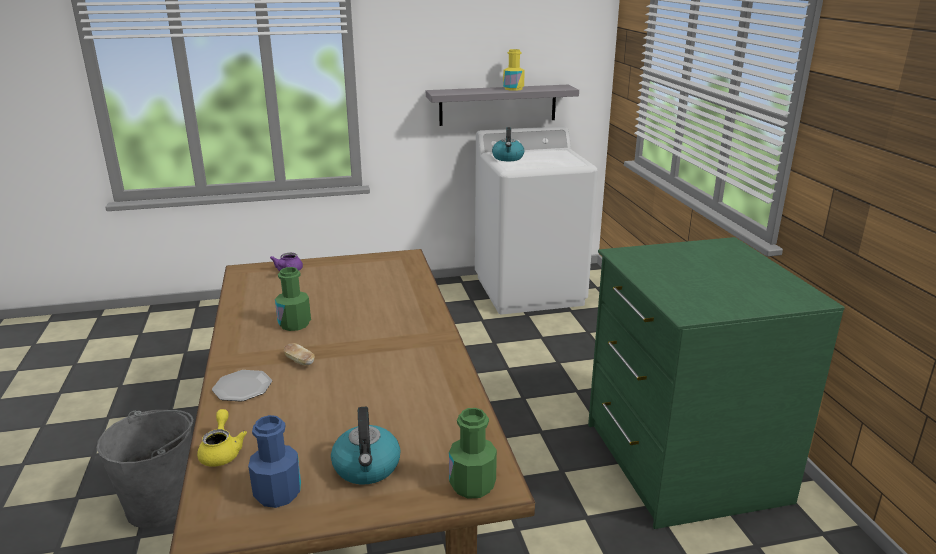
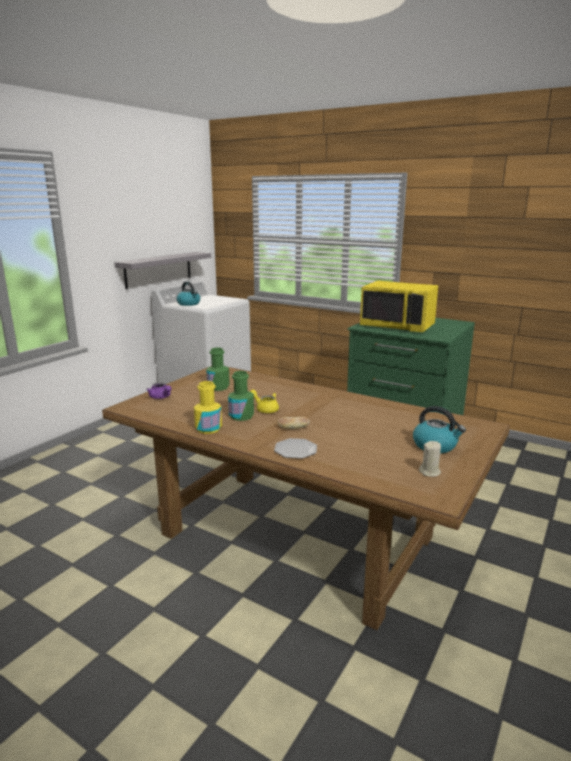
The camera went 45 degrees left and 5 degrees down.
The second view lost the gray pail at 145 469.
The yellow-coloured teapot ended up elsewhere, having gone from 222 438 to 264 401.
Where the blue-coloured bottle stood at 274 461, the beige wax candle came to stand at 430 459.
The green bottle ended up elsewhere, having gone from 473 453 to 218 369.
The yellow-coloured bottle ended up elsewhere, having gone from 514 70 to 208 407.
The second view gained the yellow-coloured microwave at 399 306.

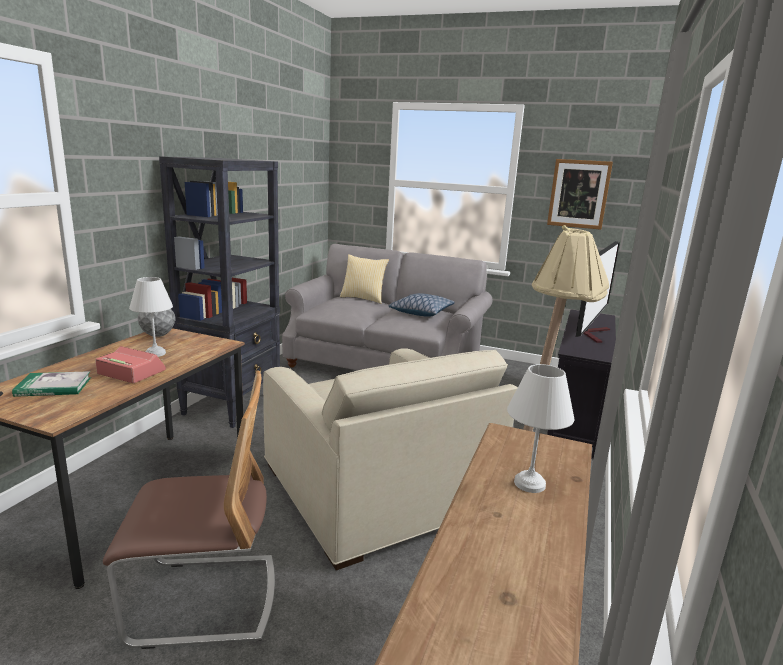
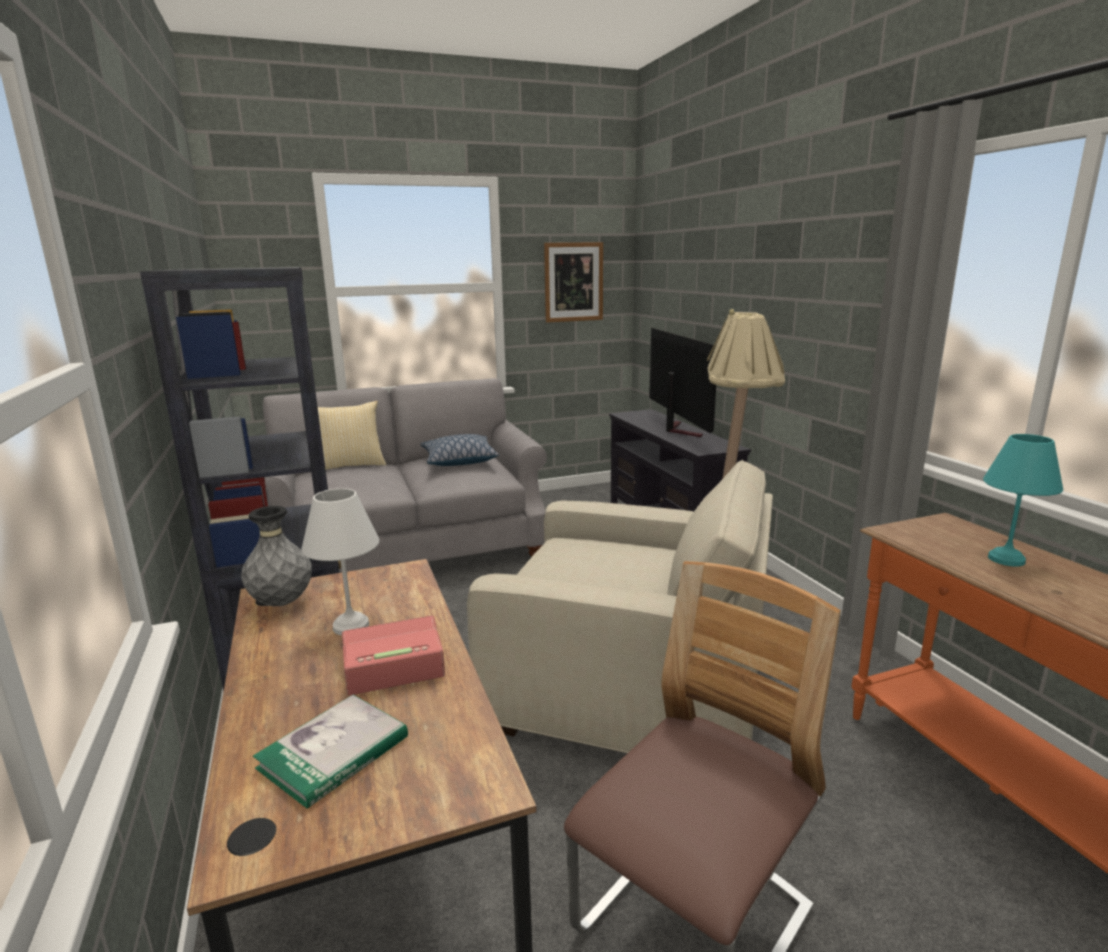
The camera went 40 degrees left and 0 degrees up.
What was the white table lamp at 540 428 turned into the blue-green table lamp at 1023 500.

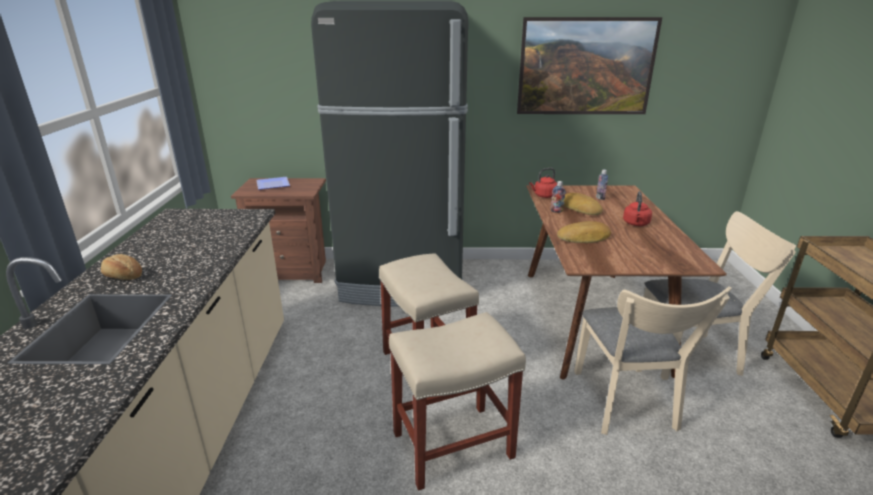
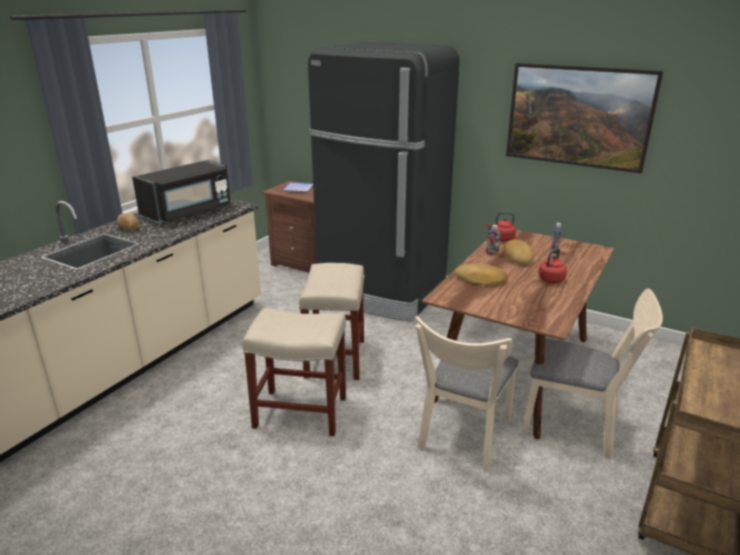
The camera went 30 degrees right and 0 degrees up.
The second view gained the black microwave at 181 191.

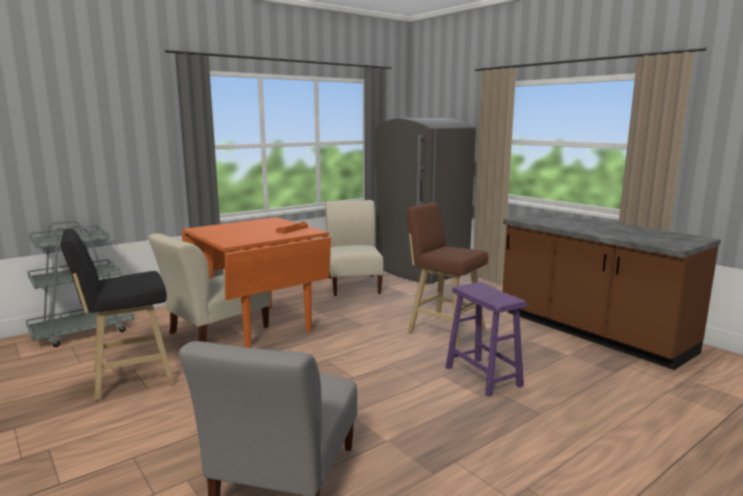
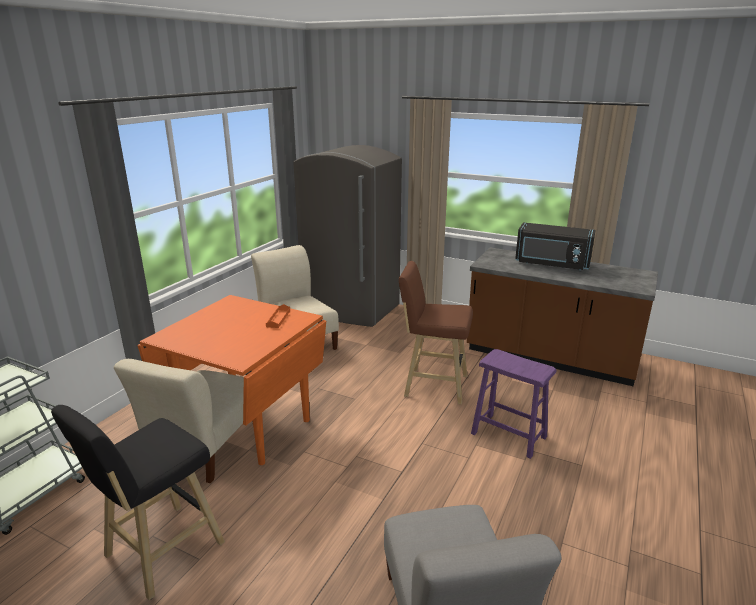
The camera went 25 degrees left and 10 degrees up.
The second view gained the black microwave at 555 246.

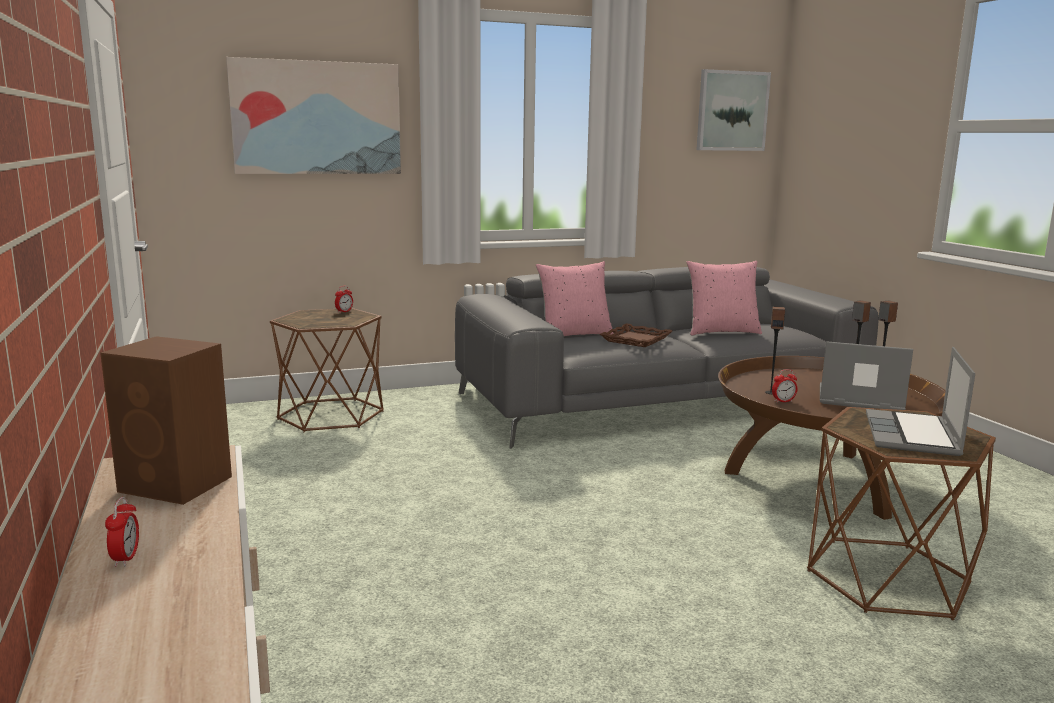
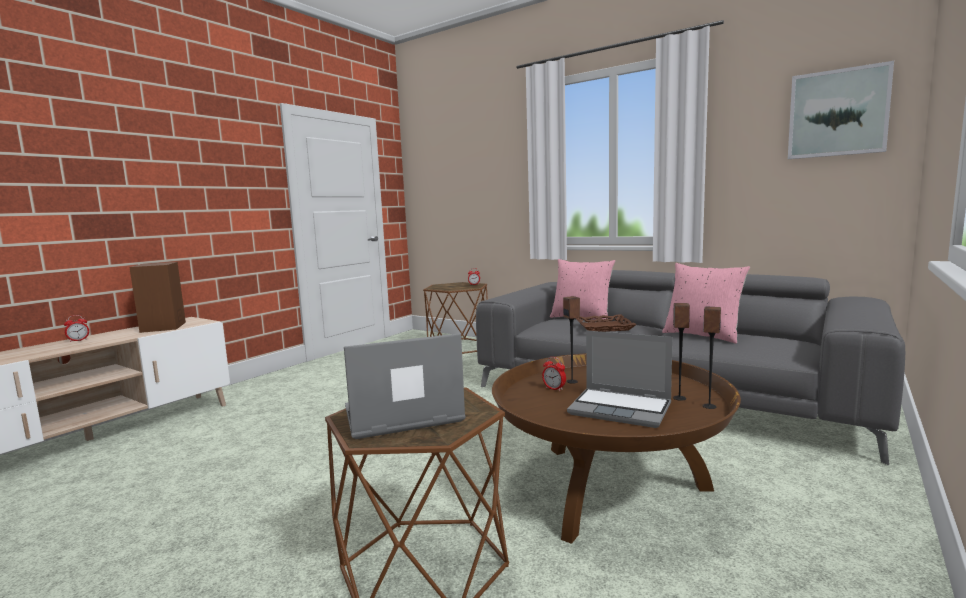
The camera went 55 degrees right and 5 degrees down.
The second view lost the wall picture at 313 115.
The portable computer at 866 375 ended up facing another way, 135 degrees clockwise from before.

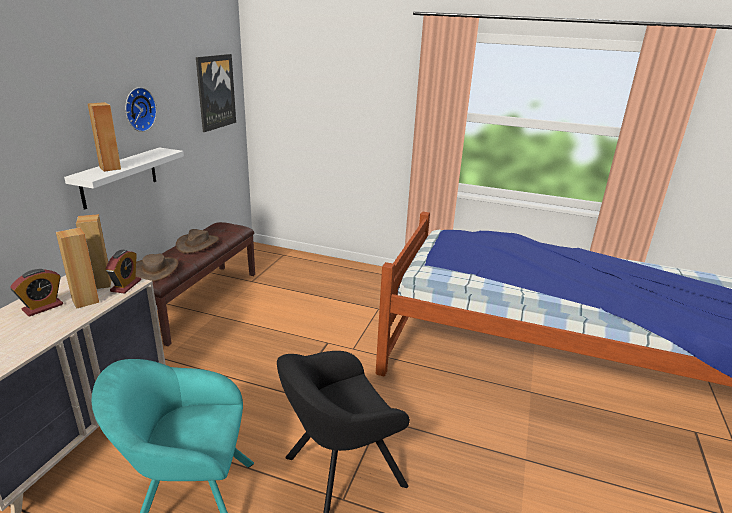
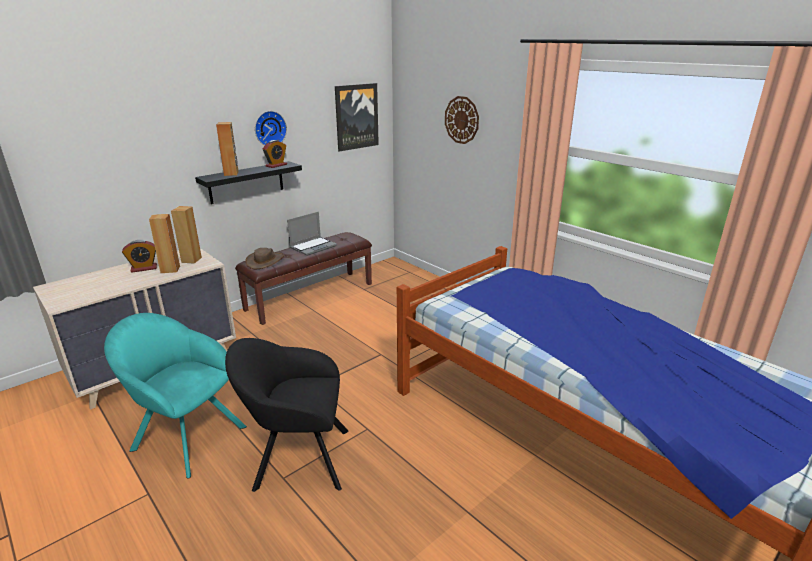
The camera went 30 degrees right and 0 degrees up.
What was the white bracket shelf at 124 178 turned into the black bracket shelf at 248 182.
The table clock ended up elsewhere, having gone from 123 272 to 275 154.
Where the brown wearable hat stood at 197 241, the portable computer came to stand at 312 234.
The second view gained the wall clock at 462 120.

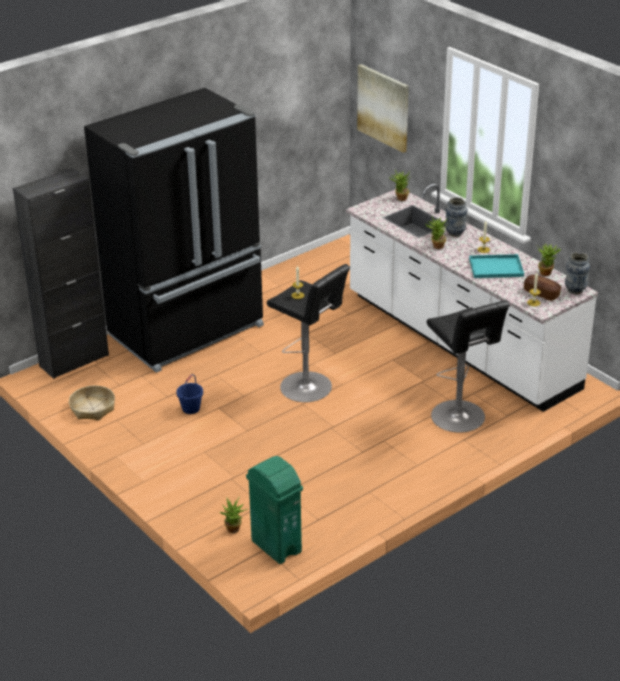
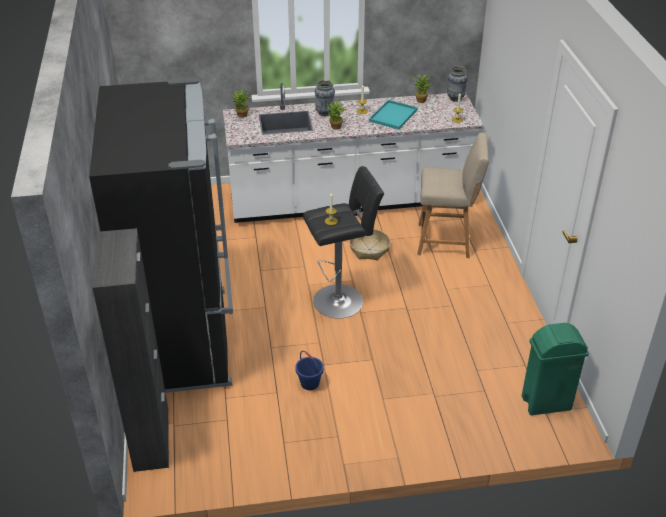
The camera went 60 degrees left and 5 degrees up.
The storage basket ended up elsewhere, having gone from 92 403 to 369 244.
The second view lost the houseplant at 234 514.
The second view lost the wall picture at 383 108.
Where the black stool seat stood at 468 366, the beige chair came to stand at 453 195.
The second view lost the bakery bread at 542 288.

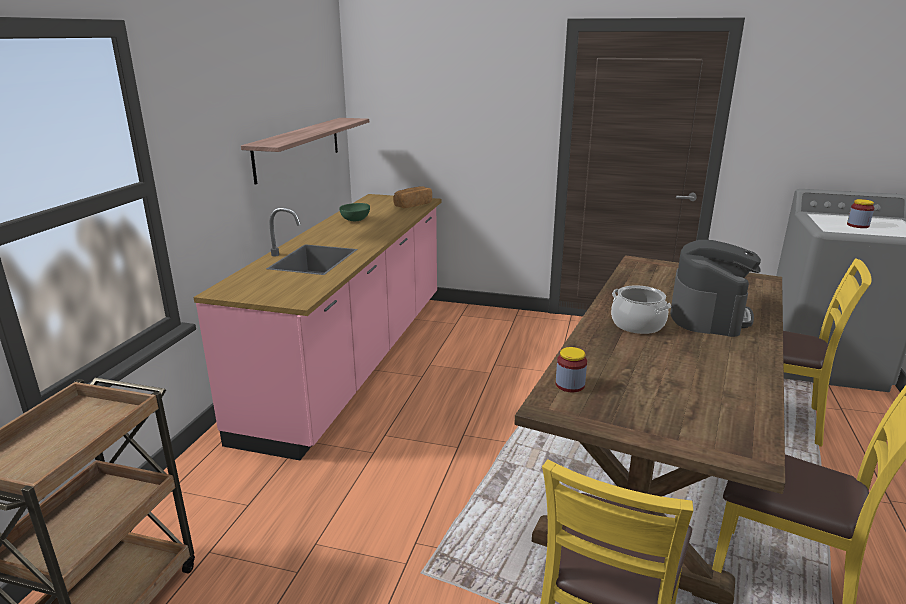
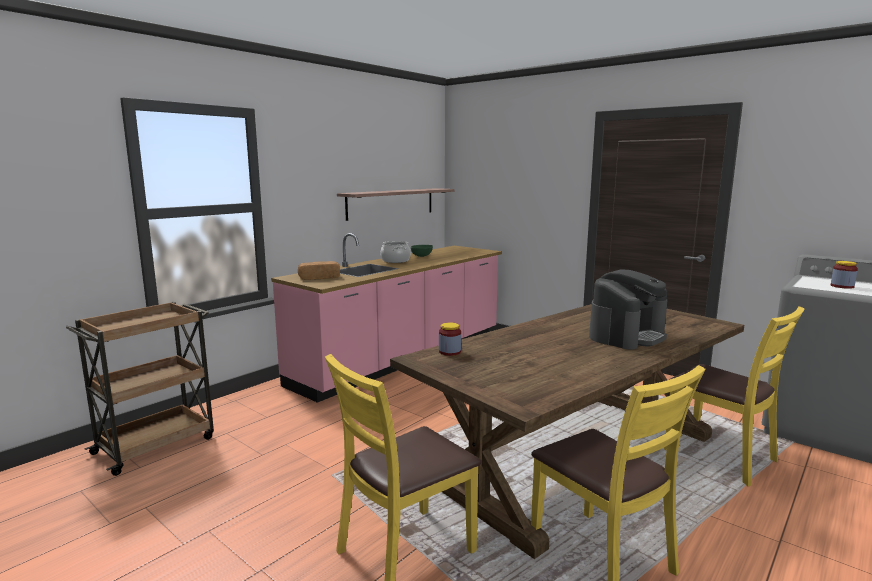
The camera went 25 degrees right and 10 degrees down.
The bakery bread ended up elsewhere, having gone from 412 197 to 319 270.
The saucepot ended up elsewhere, having gone from 641 309 to 395 252.

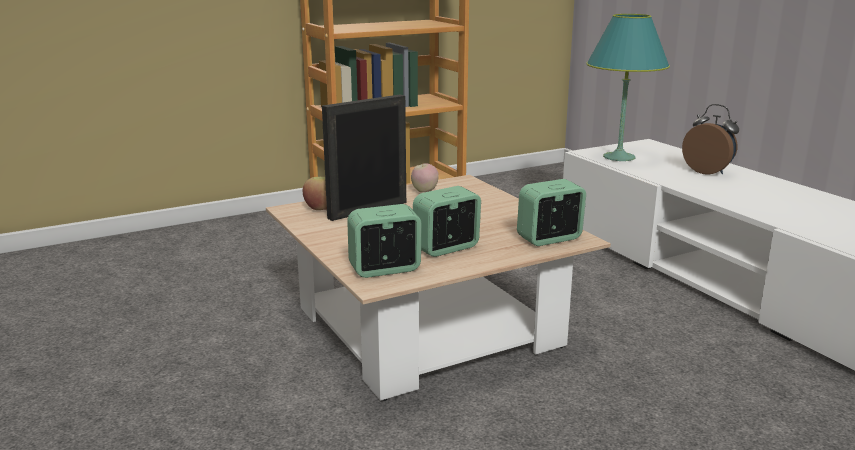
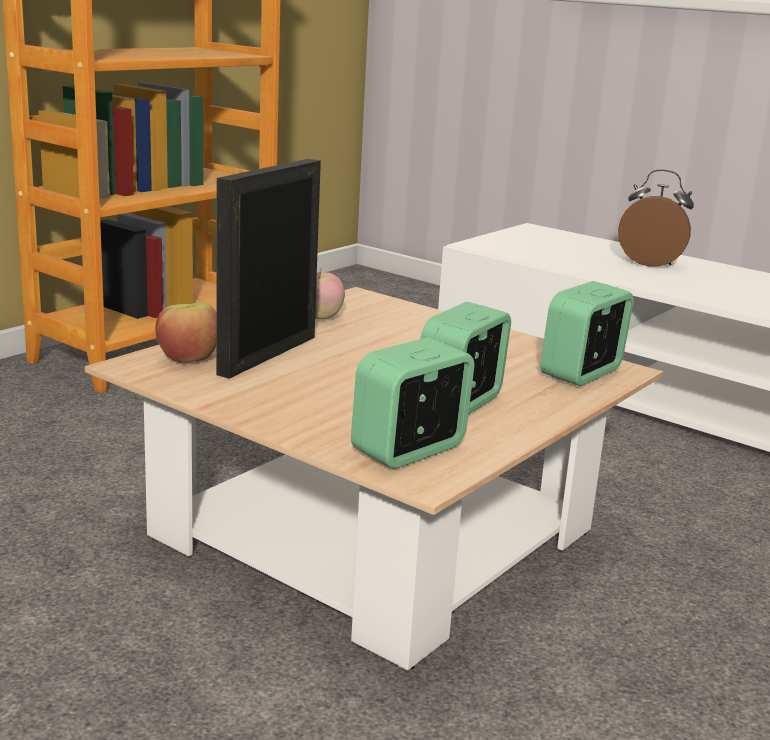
The camera went 25 degrees left and 0 degrees up.
The second view lost the blue-green table lamp at 628 87.

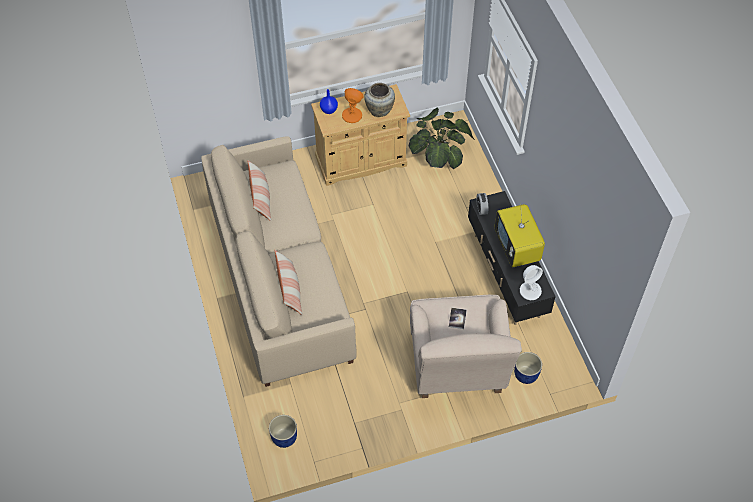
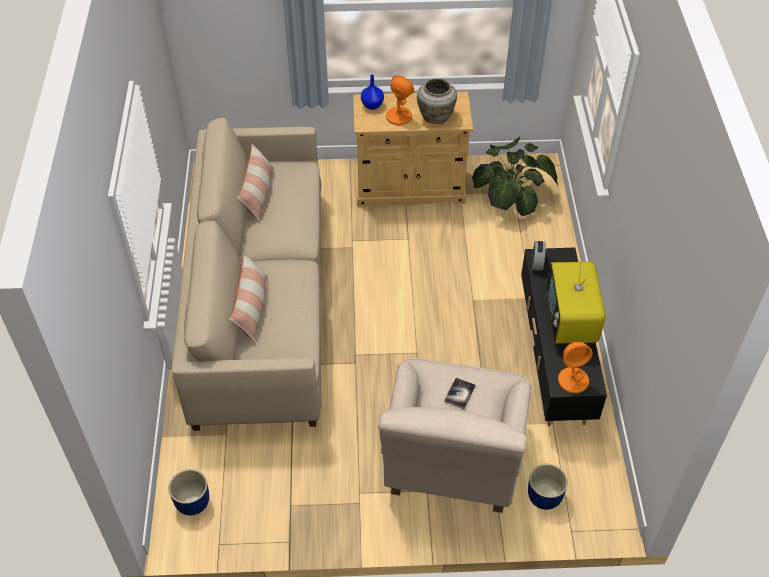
The camera went 15 degrees right and 5 degrees down.
What was the white table lamp at 531 282 turned into the orange-coloured table lamp at 575 368.

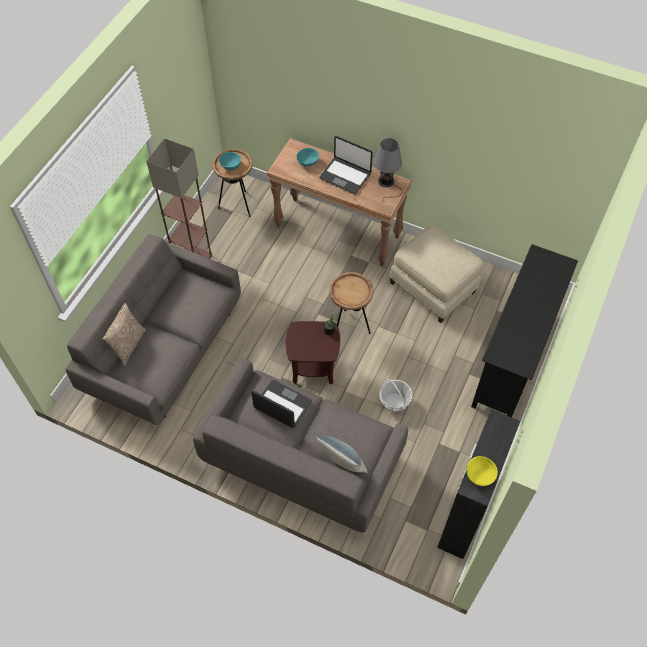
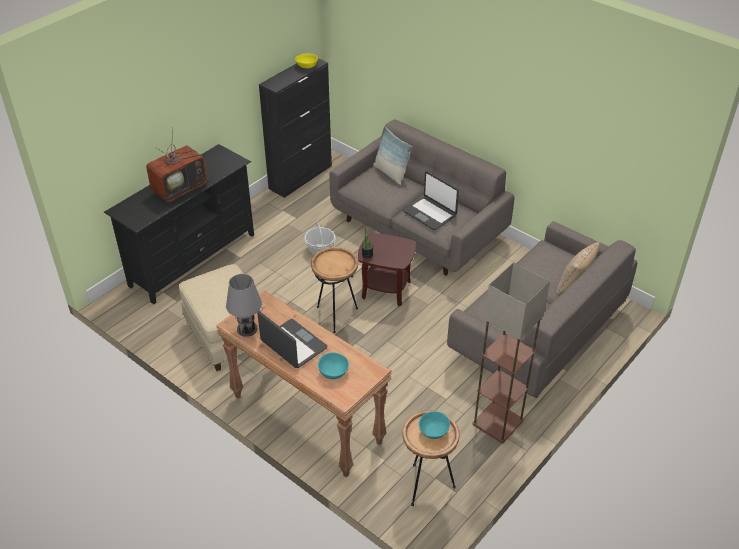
The camera went 165 degrees left and 15 degrees down.
The second view gained the TV set at 177 164.

